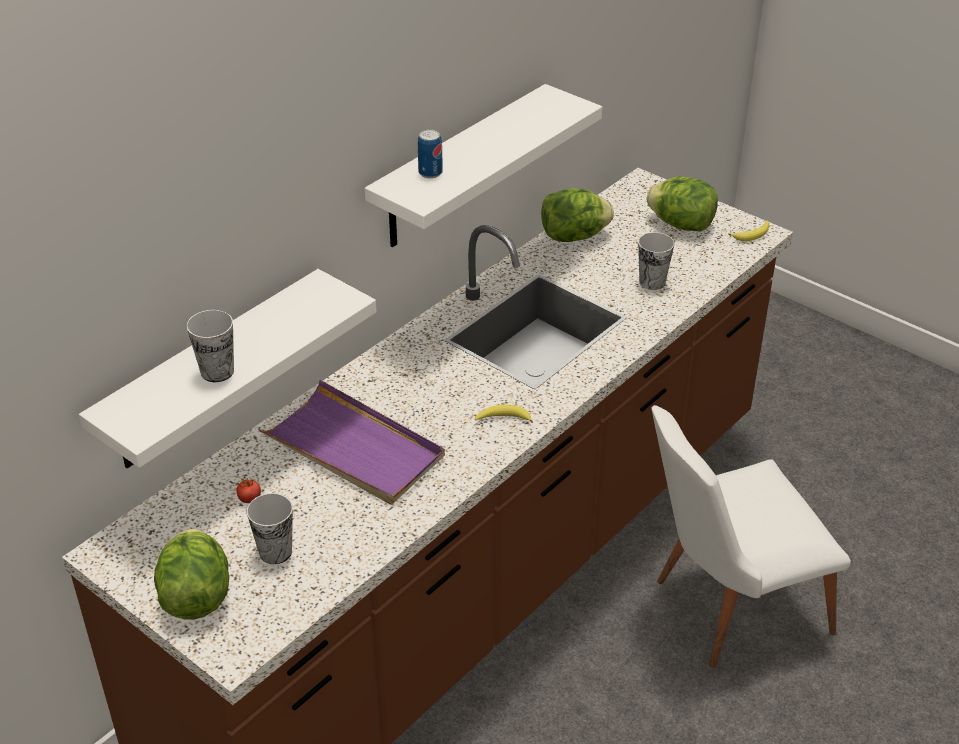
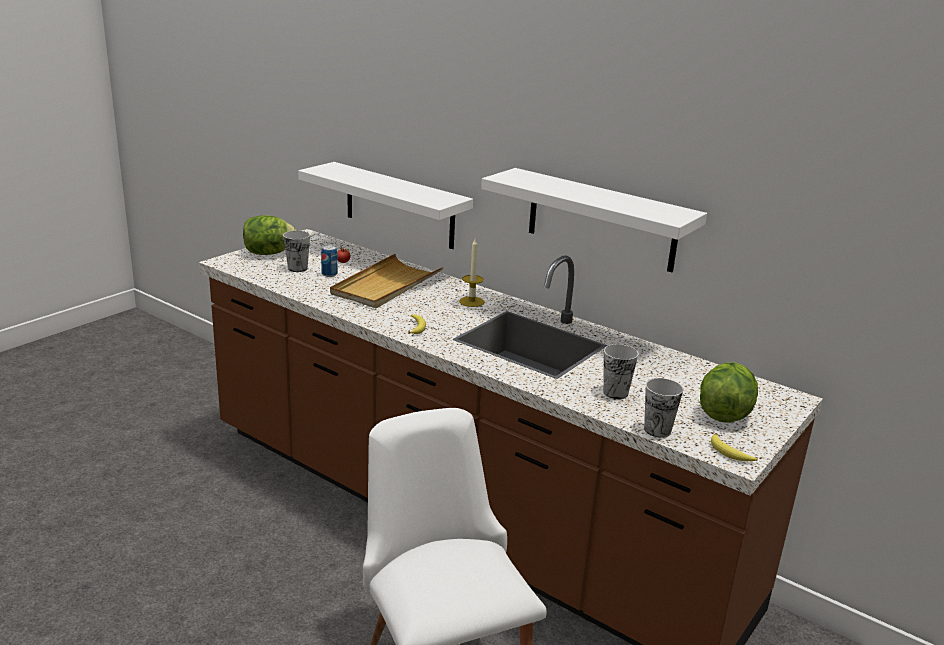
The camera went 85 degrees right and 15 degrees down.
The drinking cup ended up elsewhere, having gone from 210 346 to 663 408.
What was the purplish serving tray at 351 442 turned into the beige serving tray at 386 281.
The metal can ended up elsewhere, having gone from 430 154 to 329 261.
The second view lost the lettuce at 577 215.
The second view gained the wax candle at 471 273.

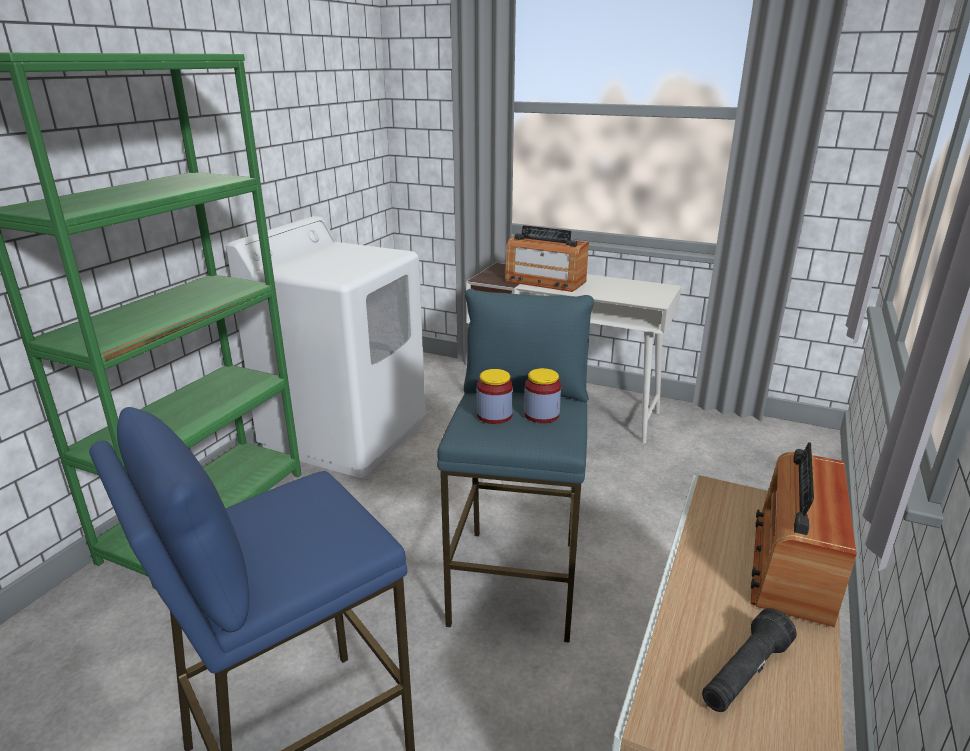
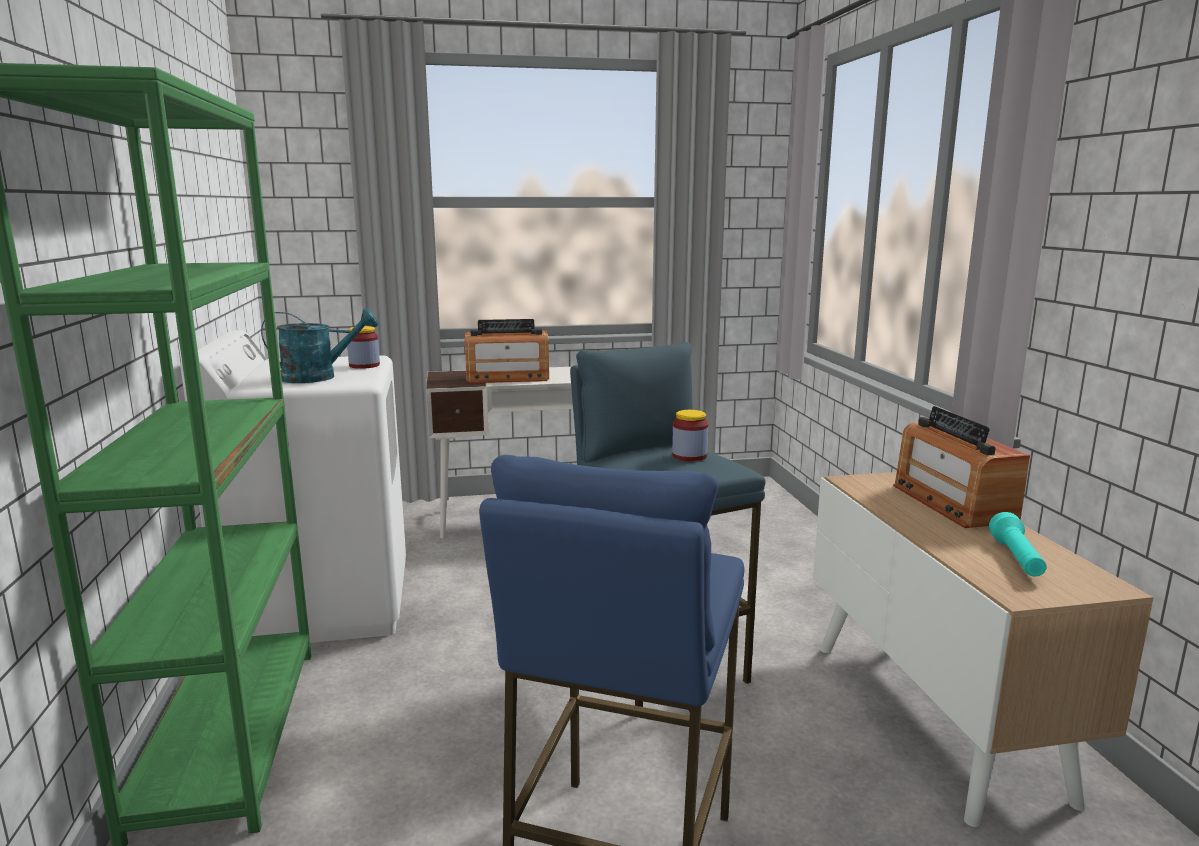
The camera went 35 degrees left and 10 degrees down.
The storage jar ended up elsewhere, having gone from 495 396 to 363 347.
What was the black flashlight at 749 660 turned into the blue-green flashlight at 1018 544.
The second view gained the blue-green sprinkling can at 319 345.

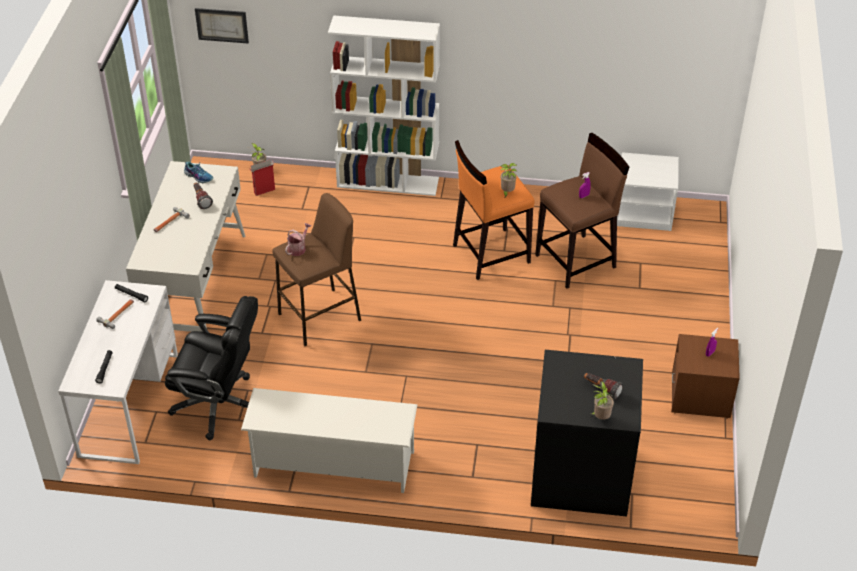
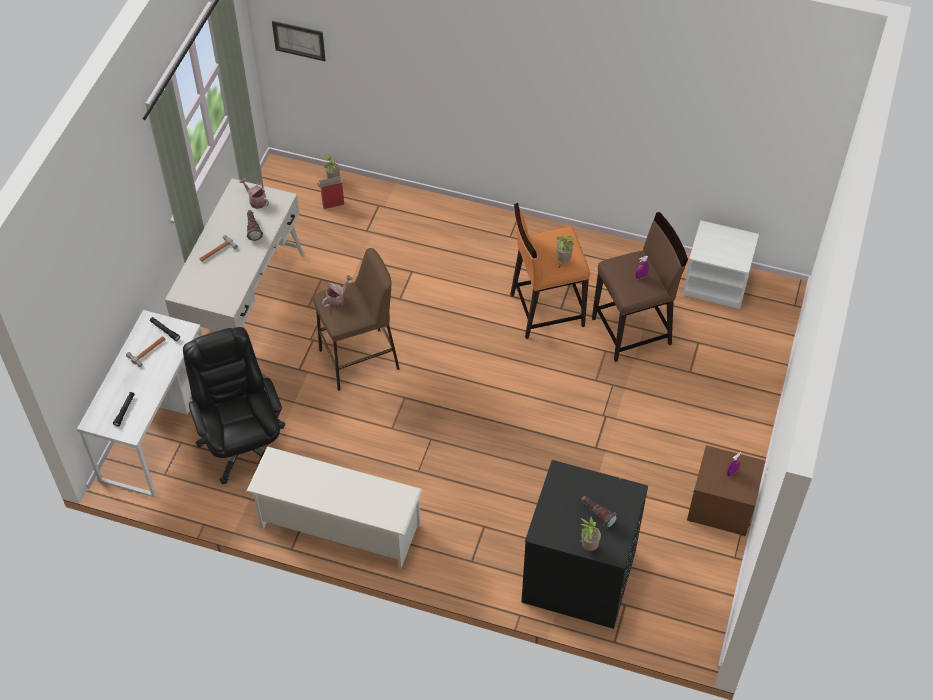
The camera went 10 degrees right and 10 degrees up.
The black desk chair at 211 368 ended up facing another way, 135 degrees counterclockwise from before.
Where the item of footwear stood at 198 172, the sprinkling can came to stand at 254 193.
The second view lost the white bookshelf at 384 105.

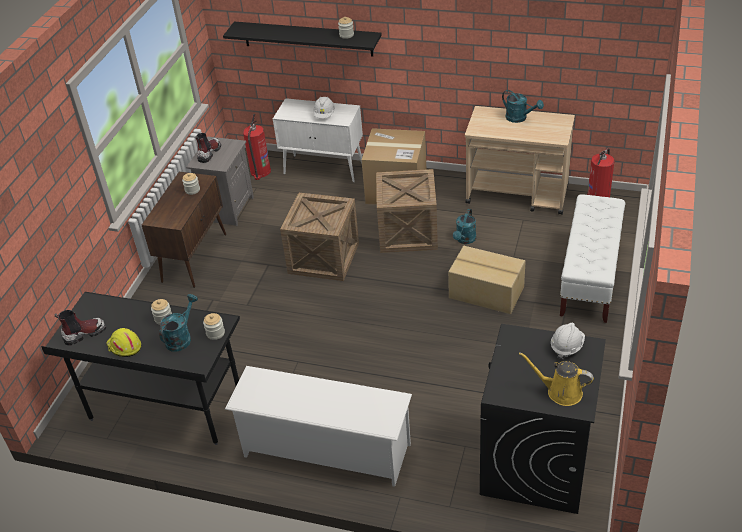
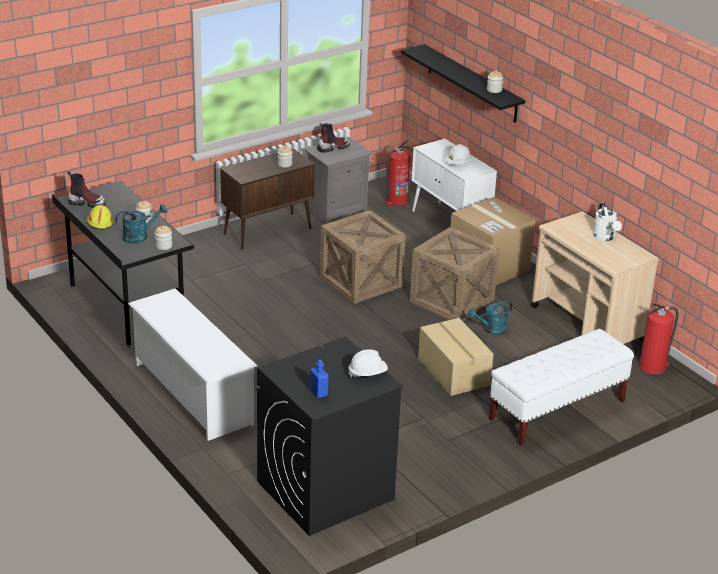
The camera went 35 degrees right and 10 degrees down.
What was the blue-green sprinkling can at 523 106 turned into the white sprinkling can at 607 221.
Where the yellow-coloured sprinkling can stood at 556 379, the blue-coloured bottle came to stand at 319 378.

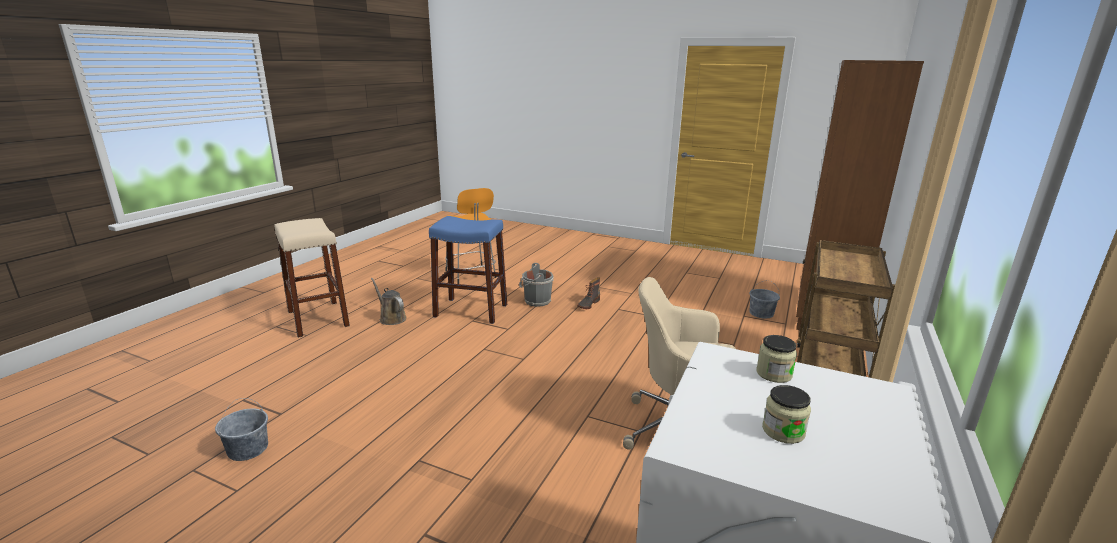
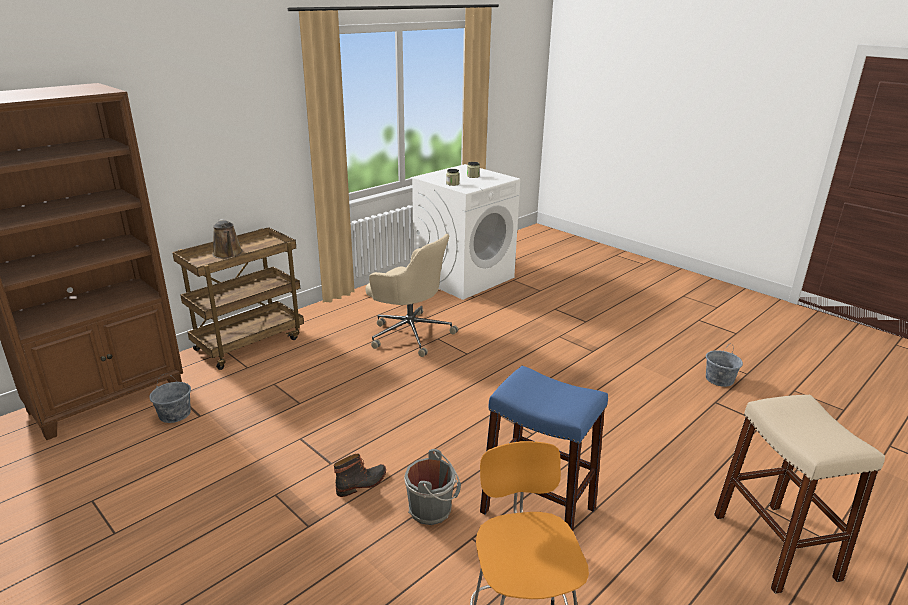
The camera went 160 degrees left and 5 degrees up.
The brown sprinkling can ended up elsewhere, having gone from 388 301 to 228 239.

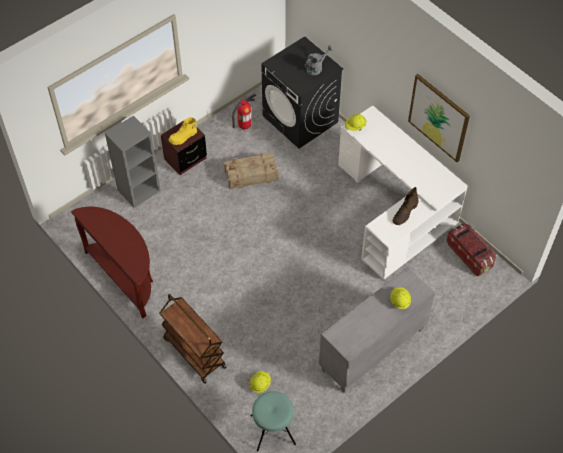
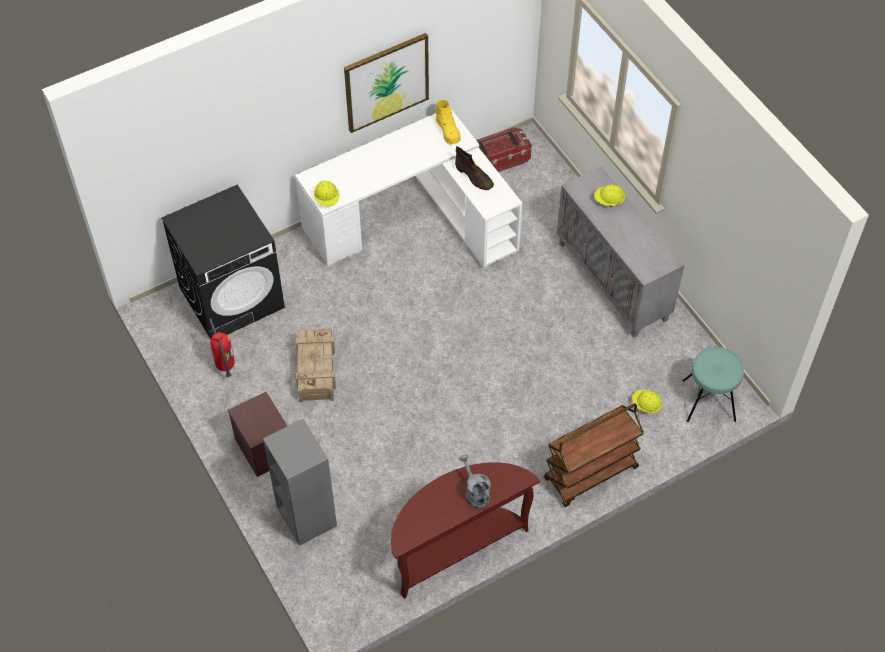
The camera went 80 degrees left and 0 degrees up.
The yellow-coloured boot ended up elsewhere, having gone from 183 131 to 448 122.
The gray sprinkling can ended up elsewhere, having gone from 319 60 to 475 481.

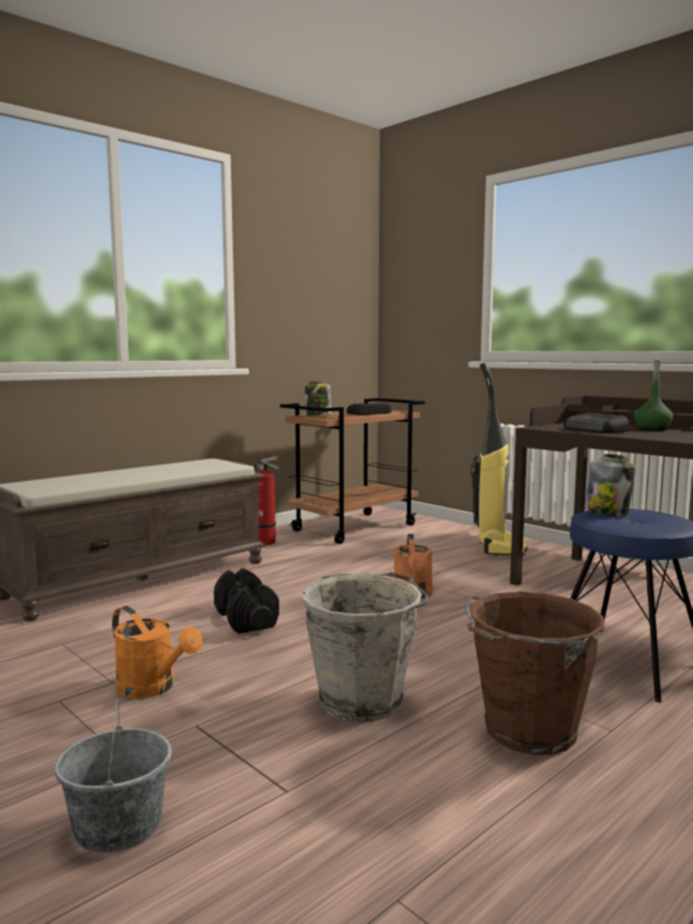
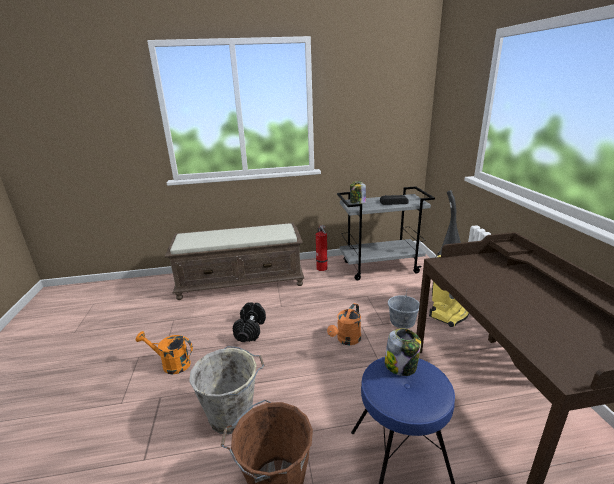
The camera went 35 degrees right and 15 degrees up.
The gray pail ended up elsewhere, having gone from 113 776 to 404 310.
The orange-coloured sprinkling can at 157 652 ended up facing another way, 120 degrees clockwise from before.
What was the brown cart at 352 471 turned into the gray cart at 386 233.
The second view lost the radio set at 596 423.
The second view lost the green bottle at 653 395.

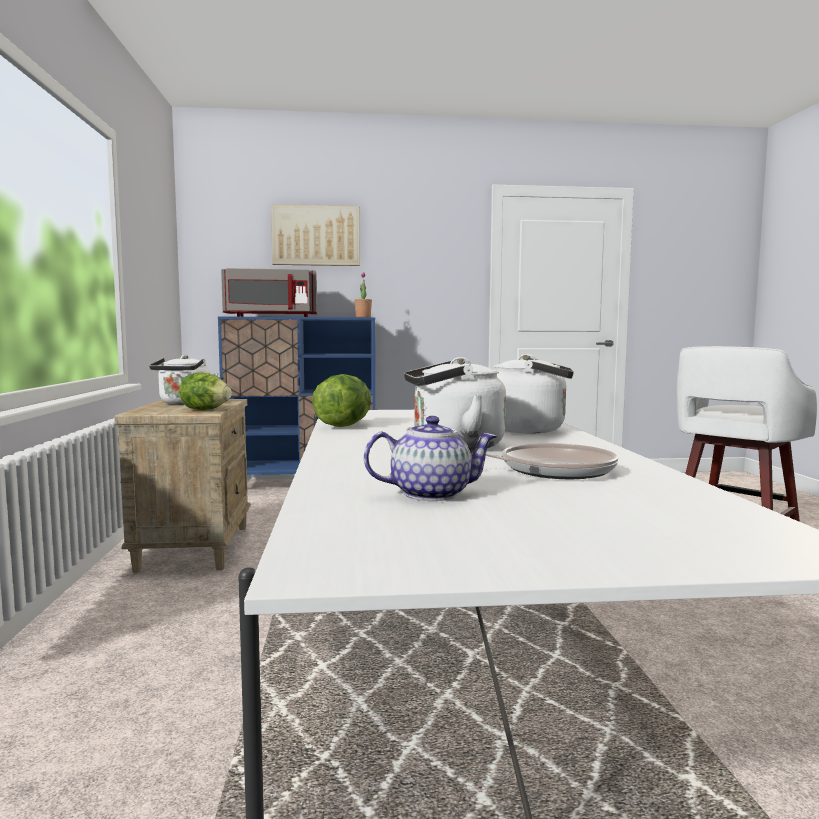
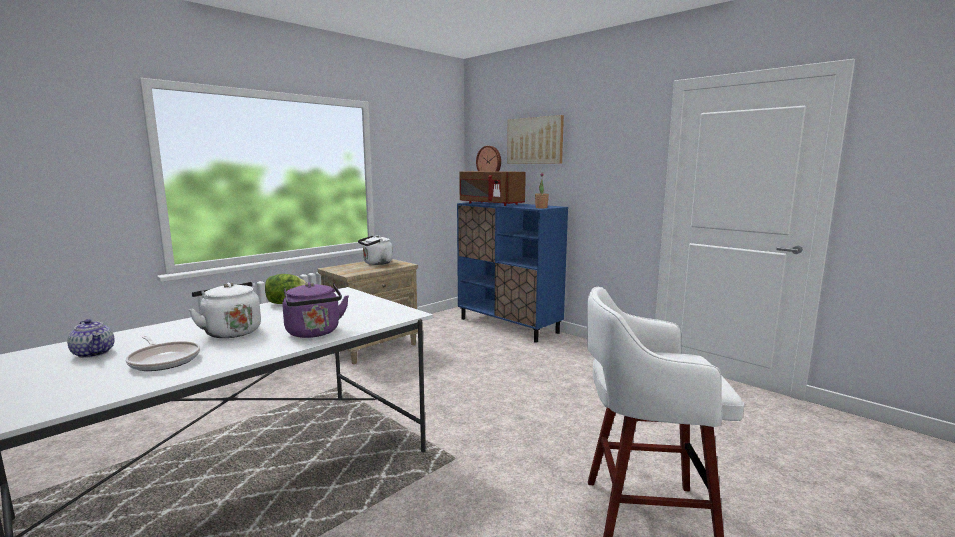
The camera went 50 degrees right and 5 degrees up.
The second view lost the lettuce at 205 391.
What was the gray microwave at 269 292 turned into the brown microwave at 492 188.
What was the white kettle at 534 393 turned into the purplish kettle at 316 310.
The second view gained the wall clock at 488 158.

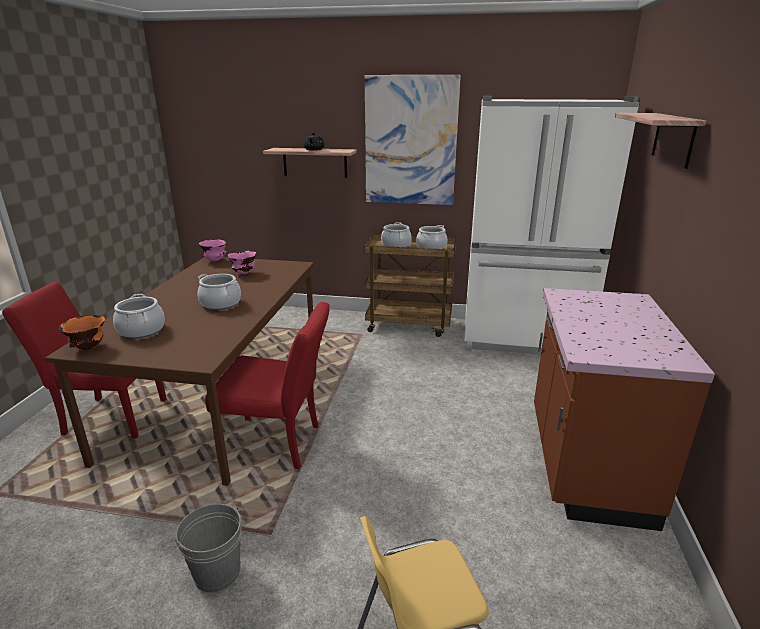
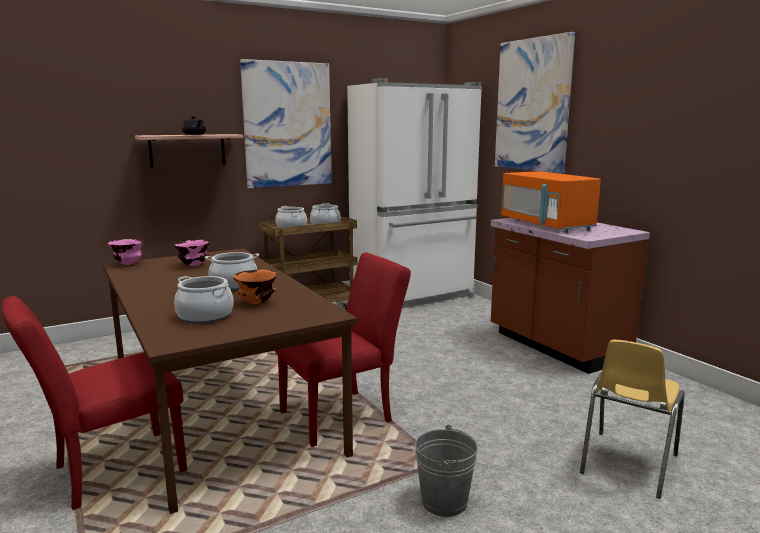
The camera went 40 degrees left and 10 degrees down.
The orange-coloured bowl ended up elsewhere, having gone from 82 332 to 255 287.
Where the bracket shelf hung at 660 141, the wall picture came to hang at 535 102.
The second view gained the orange-coloured microwave at 551 202.

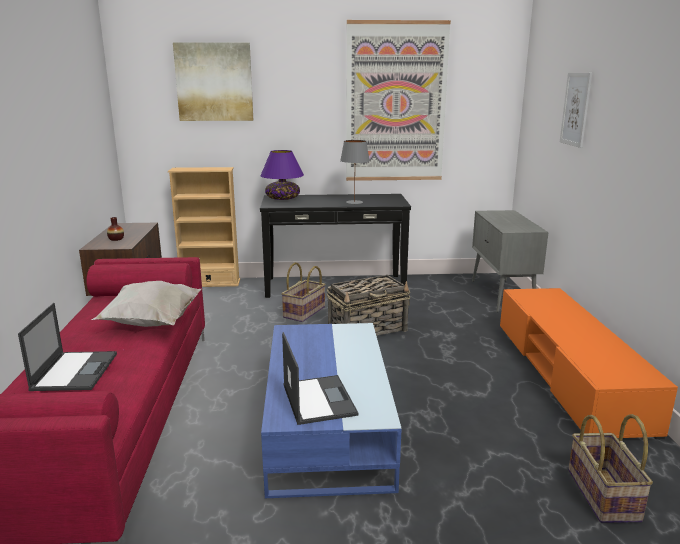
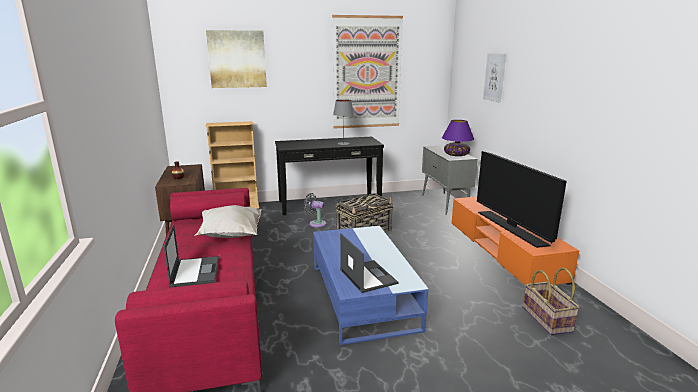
The camera went 10 degrees left and 0 degrees up.
The purplish table lamp ended up elsewhere, having gone from 282 175 to 458 138.
Where the storage basket stood at 303 292, the gray electric fan came to stand at 315 210.
The second view gained the TV set at 522 199.

